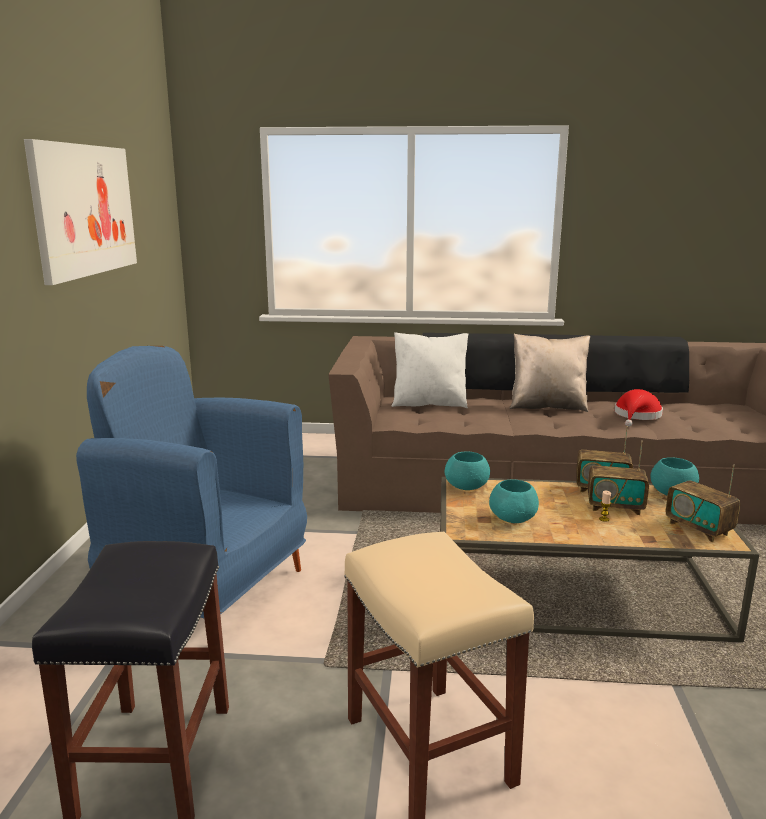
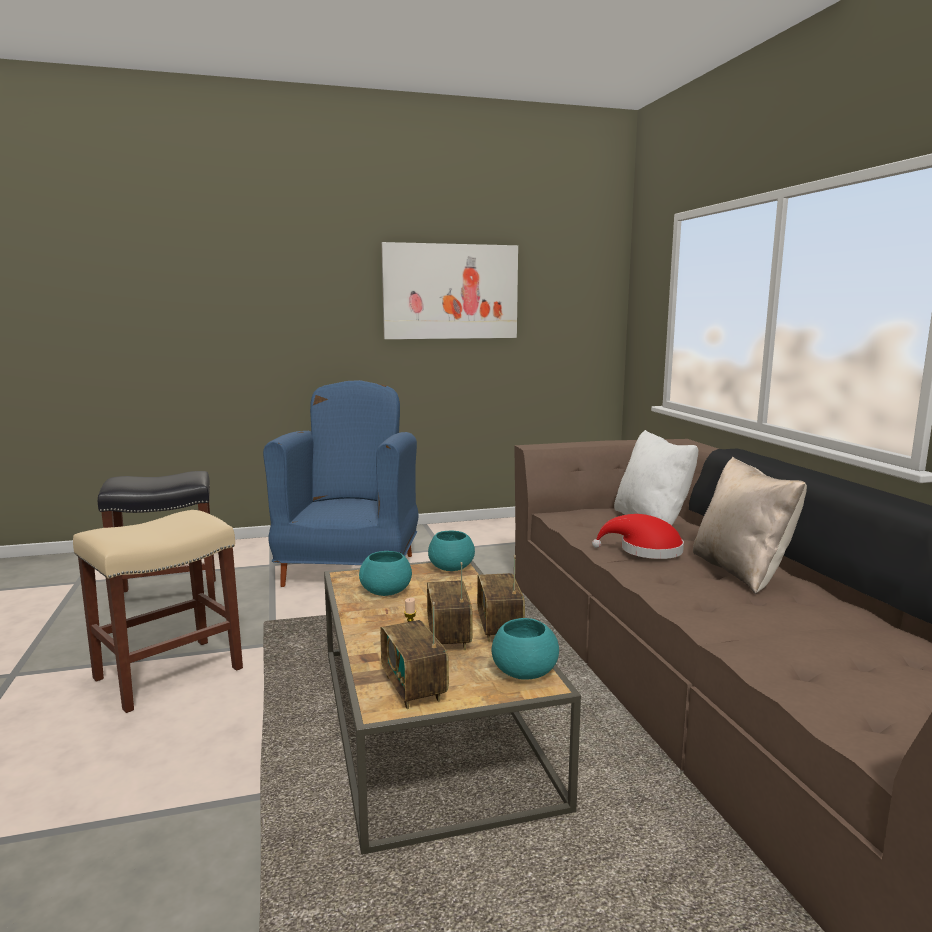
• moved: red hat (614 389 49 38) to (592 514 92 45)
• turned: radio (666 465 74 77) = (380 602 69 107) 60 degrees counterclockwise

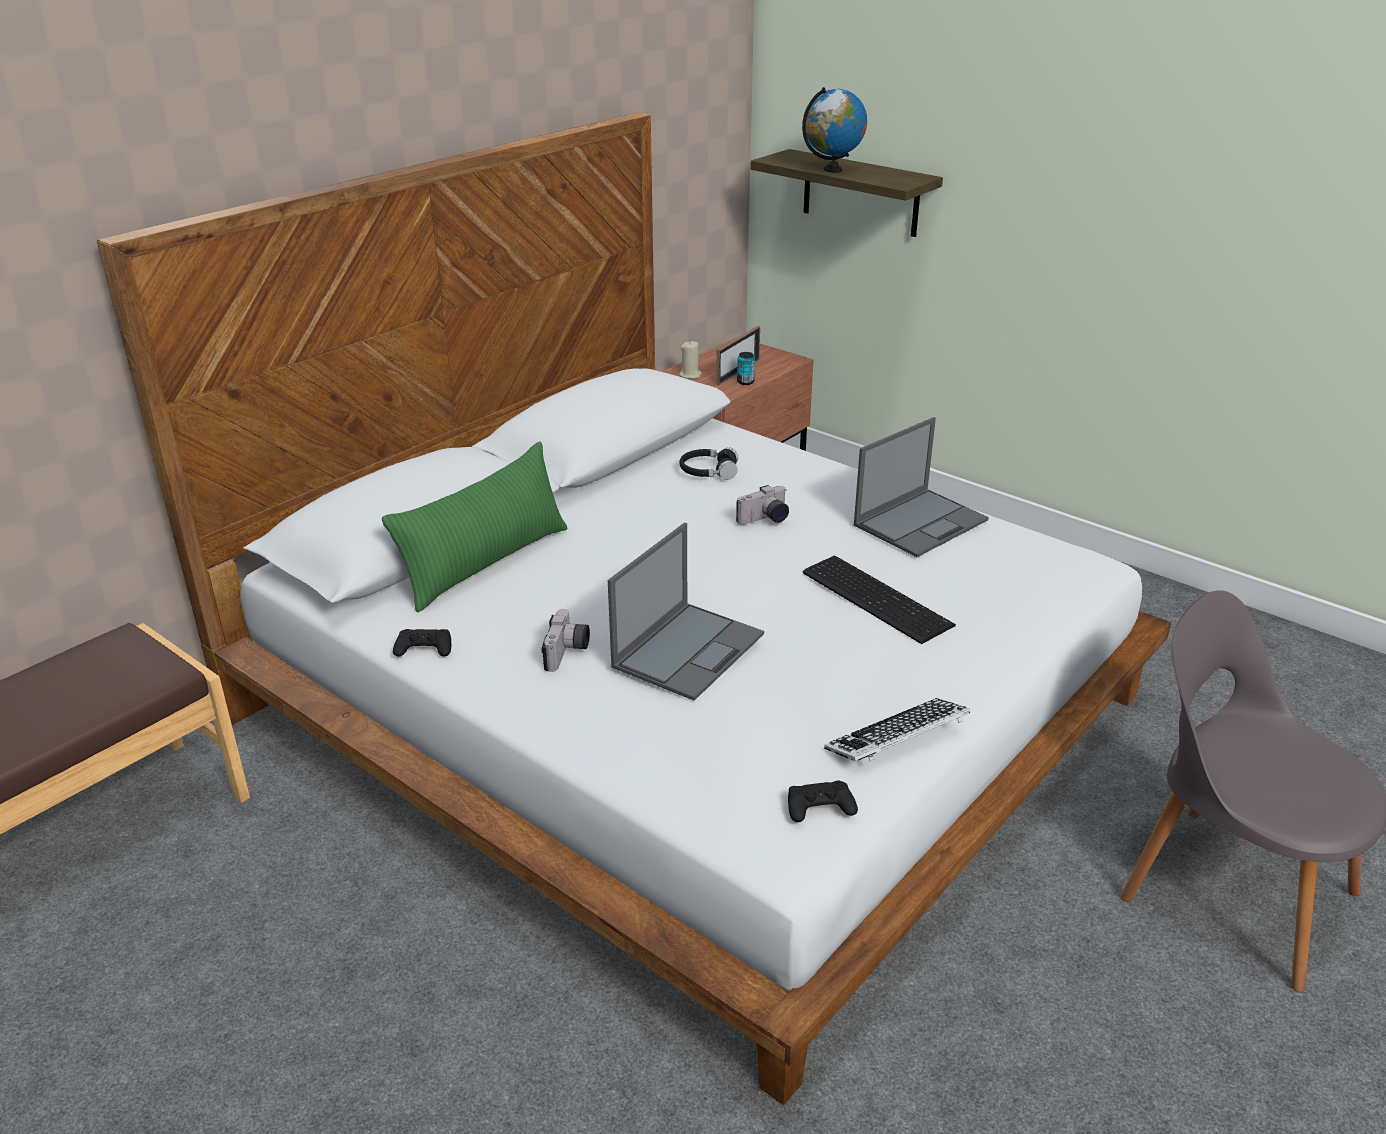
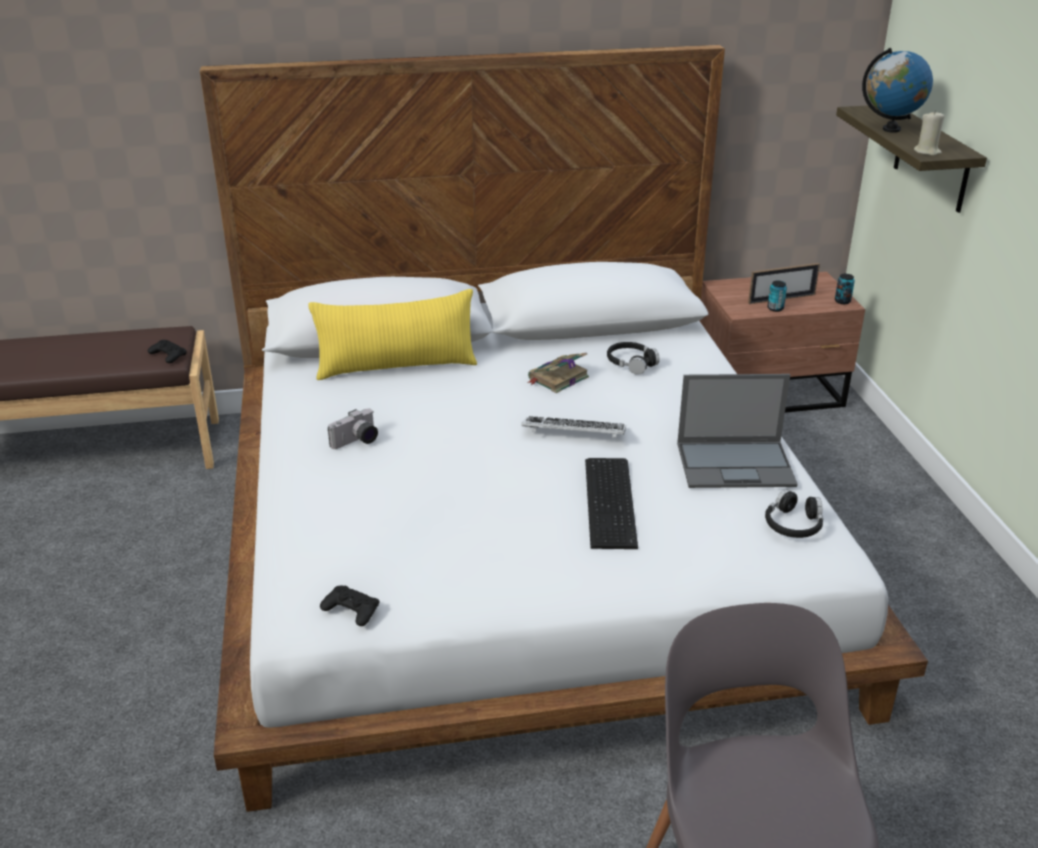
• moved: beige candle (679 341 23 38) to (914 111 30 45)
• recoloured: green pillow (382 442 185 170) to yellow pillow (308 289 169 91)
• removed: photo camera (736 485 53 40)
• removed: laptop (608 523 156 178)
• moved: black game controller (393 629 58 27) to (148 340 39 23)
• moved: keyboard (824 698 146 64) to (521 416 105 22)
• added: can (835 274 20 30)
• added: book (527 353 62 40)
• added: black headphones (765 489 58 49)

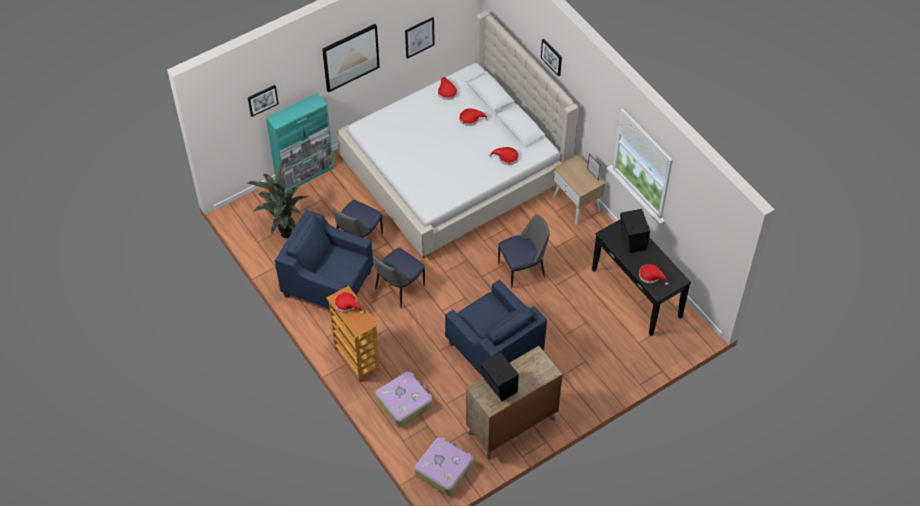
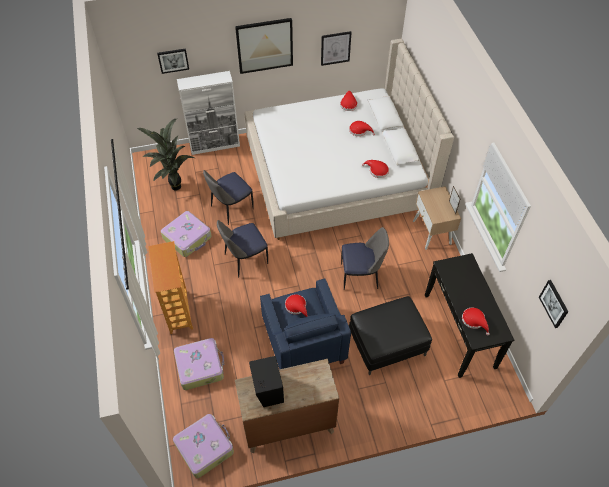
• moved: picture (541 39 21 38) to (539 280 29 48)
• recoloured: turquoise cabinet (266 93 68 99) to white cabinet (177 71 63 84)
• removed: black speaker (620 209 30 44)
• replaced: blue armchair (275 210 99 101) to suitcase (161 211 51 46)
• moved: red hat (334 292 30 22) to (285 294 23 23)
• added: black ottoman (349 296 83 79)

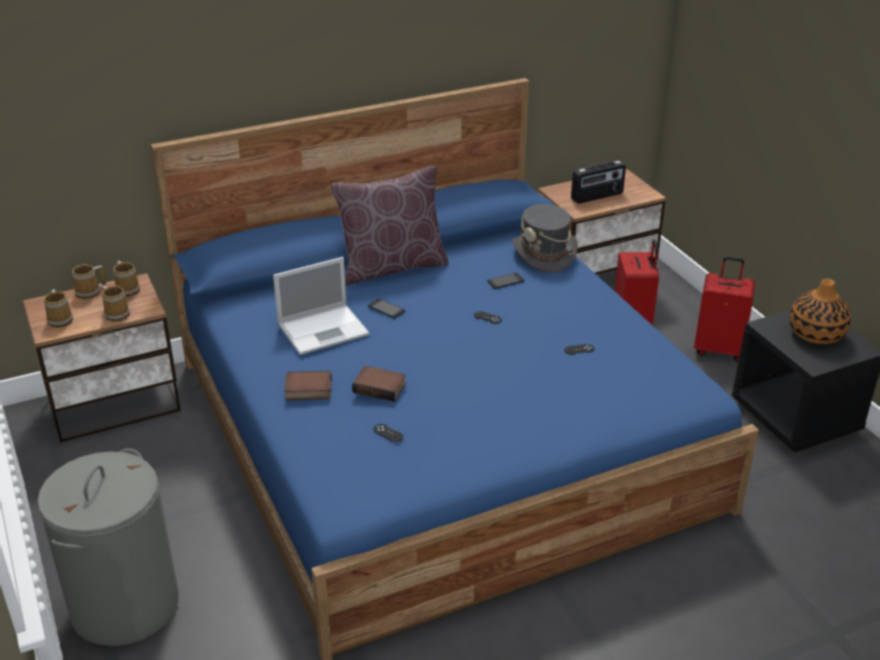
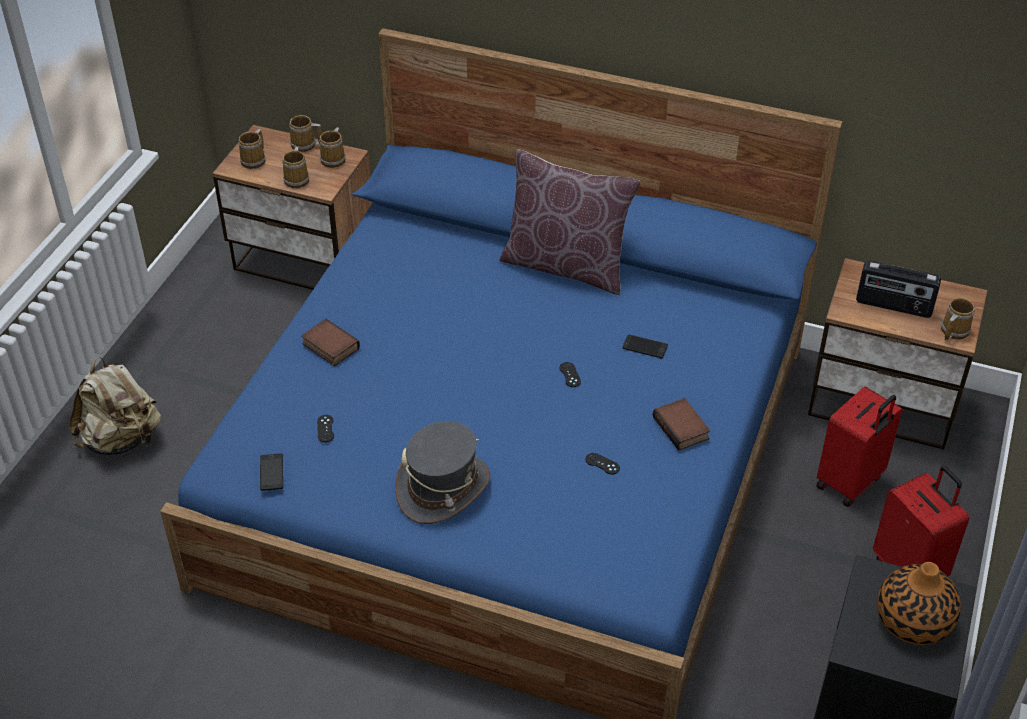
• moved: grey hat (513 204 65 69) to (395 421 95 103)
• removed: laptop (273 257 96 98)
• moved: phone (368 298 37 21) to (260 453 23 38)
• moved: book (352 366 54 36) to (653 398 57 53)
• replaced: grey laundry basket (37 449 142 197) to beige backpack (69 357 92 98)
• added: mug (941 298 34 42)

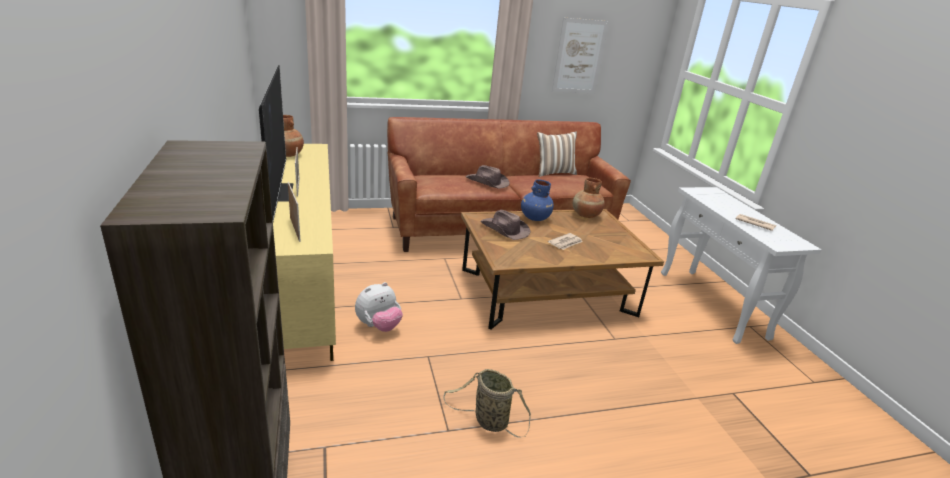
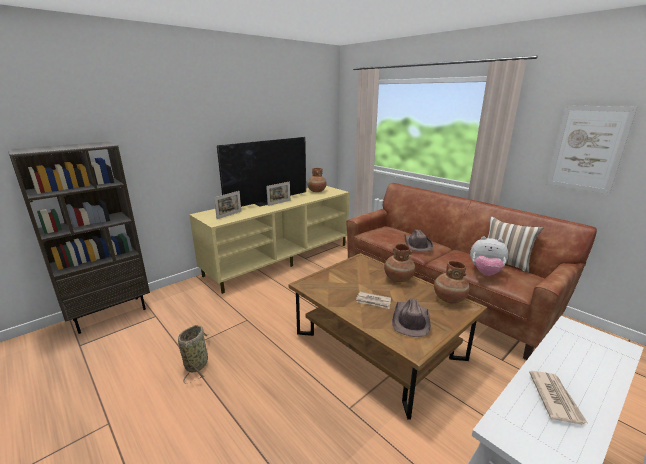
• recoloured: blue vase (521 179 33 42) to brown vase (384 244 31 38)
• moved: brown hat (480 210 50 30) to (392 298 39 39)
• moved: plush toy (355 282 48 50) to (470 237 38 39)

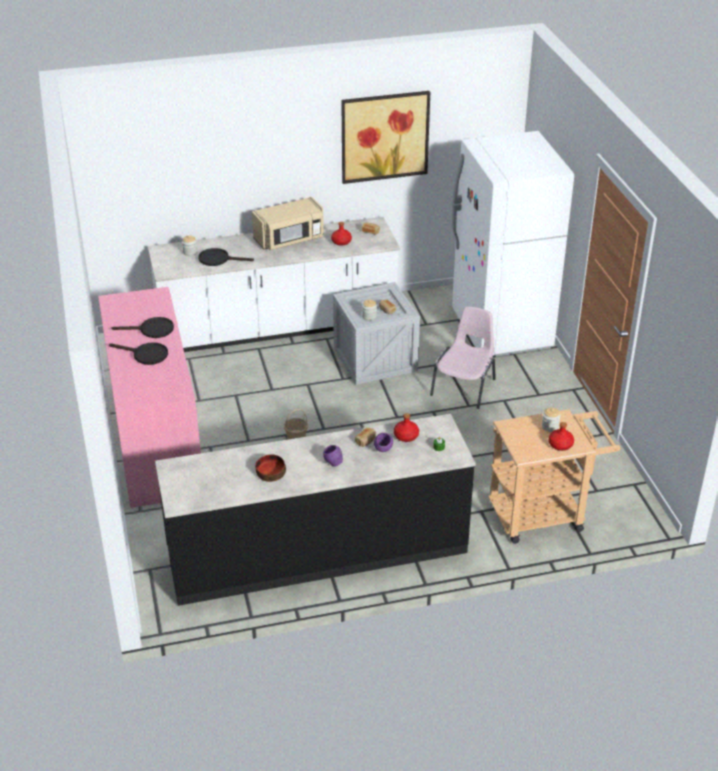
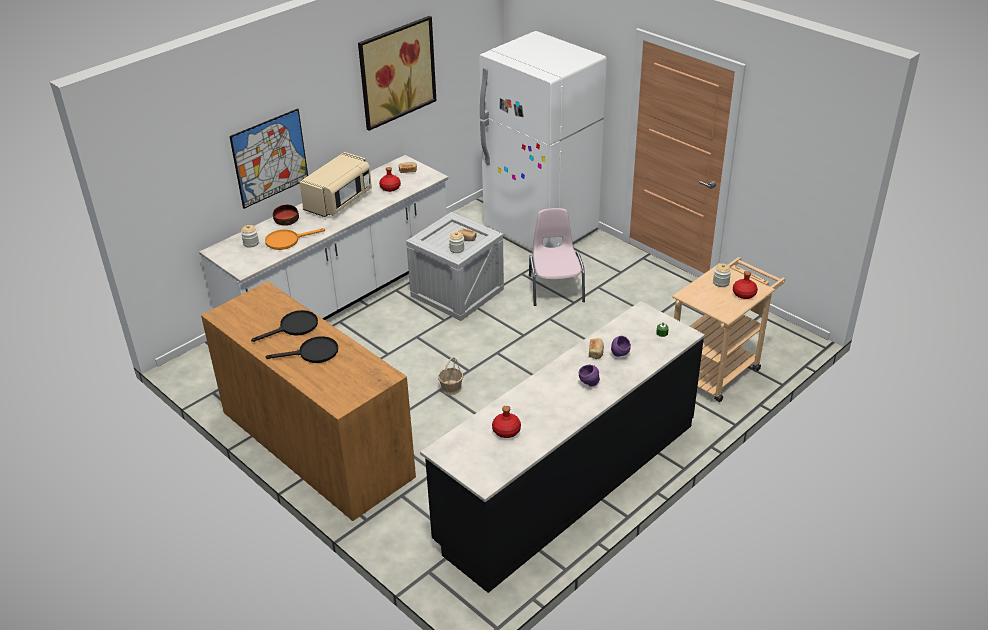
• recoloured: black frying pan (198 248 56 18) to orange frying pan (265 228 60 22)
• recoloured: pink dresser (98 287 103 221) to brown dresser (201 281 215 240)
• moved: red bottle (394 413 25 29) to (492 406 29 32)
• moved: bowl (255 454 31 28) to (273 205 26 21)
• added: picture (229 108 79 101)

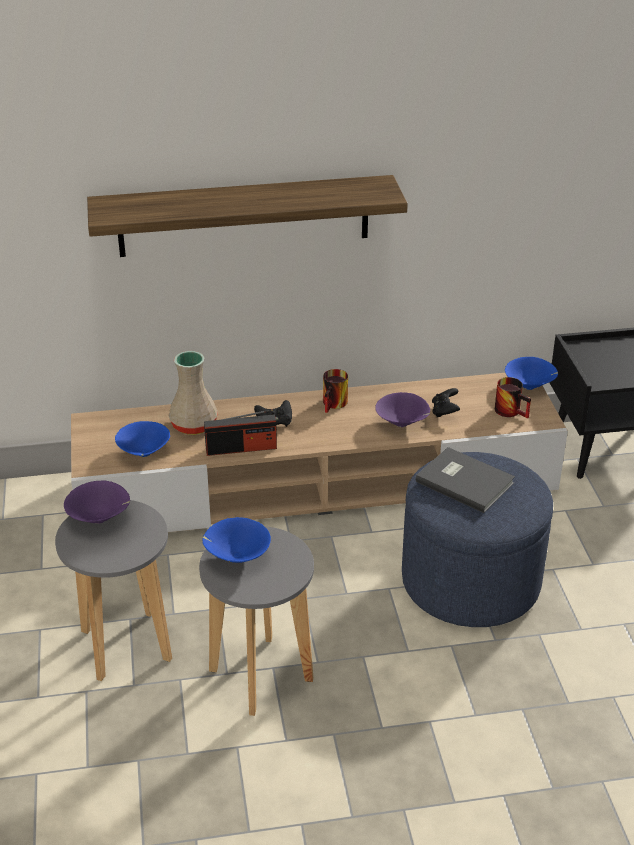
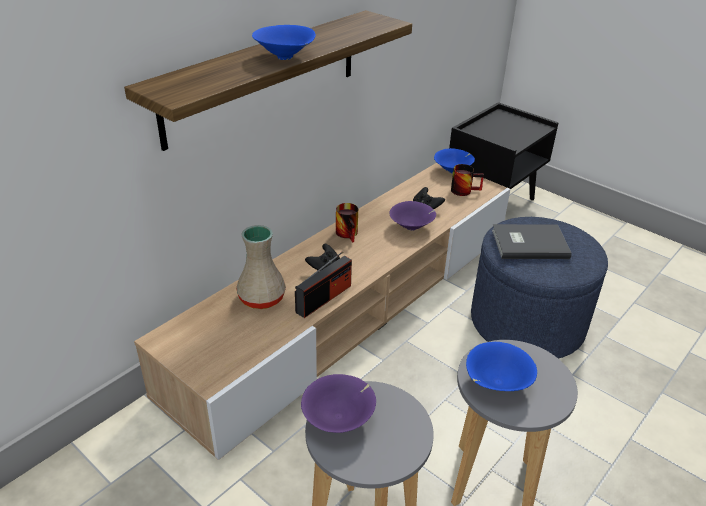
• moved: blue bowl (115 421 55 36) to (252 25 64 35)

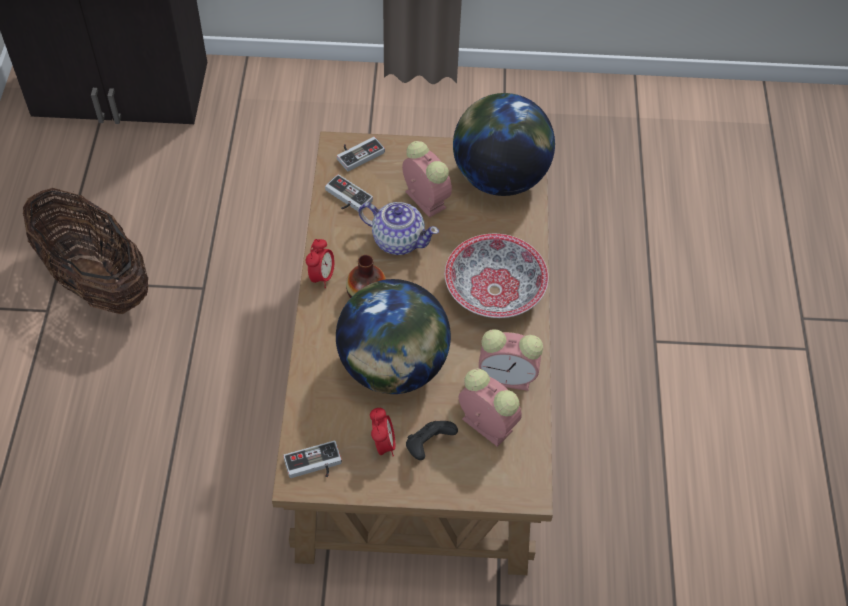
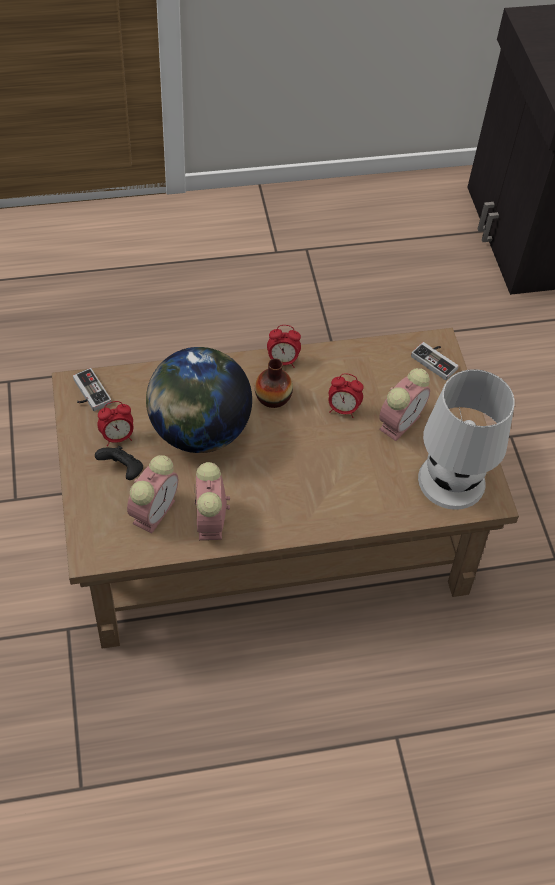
• replaced: globe (453 93 102 103) to white table lamp (418 369 97 141)
• removed: game controller (325 174 48 37)
• removed: basket (23 188 126 126)
• replaced: teapot (358 202 81 53) to alarm clock (328 373 36 45)
• removed: bowl (445 234 104 84)

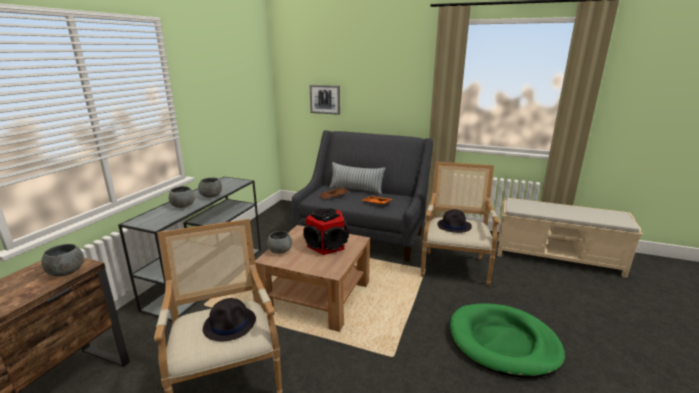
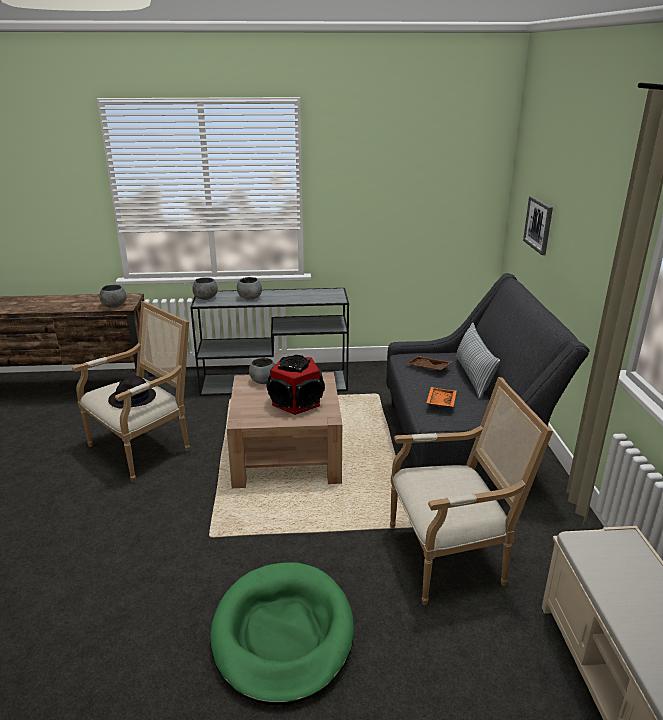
• moved: grey bowl (198 177 24 21) to (192 277 26 23)
• removed: black hat (437 209 35 24)

